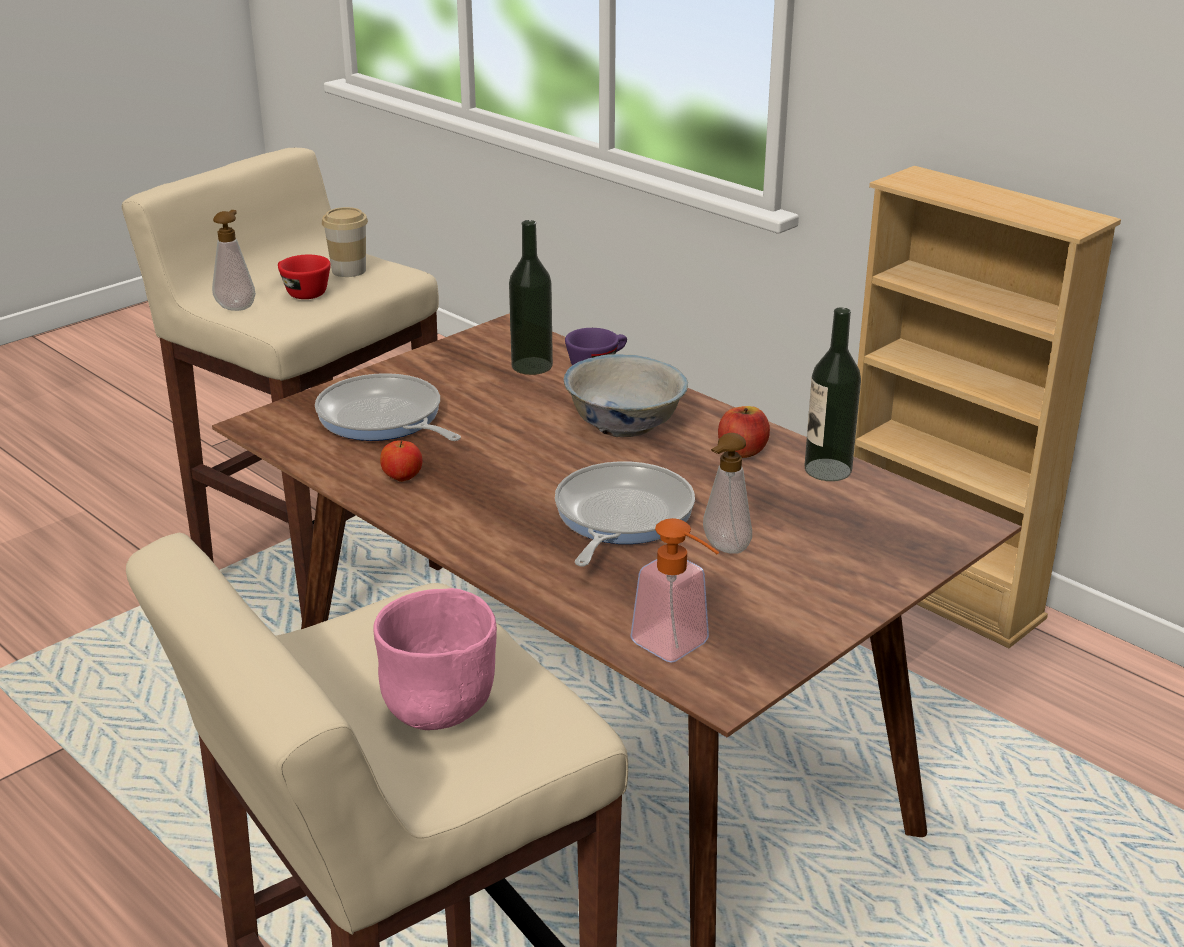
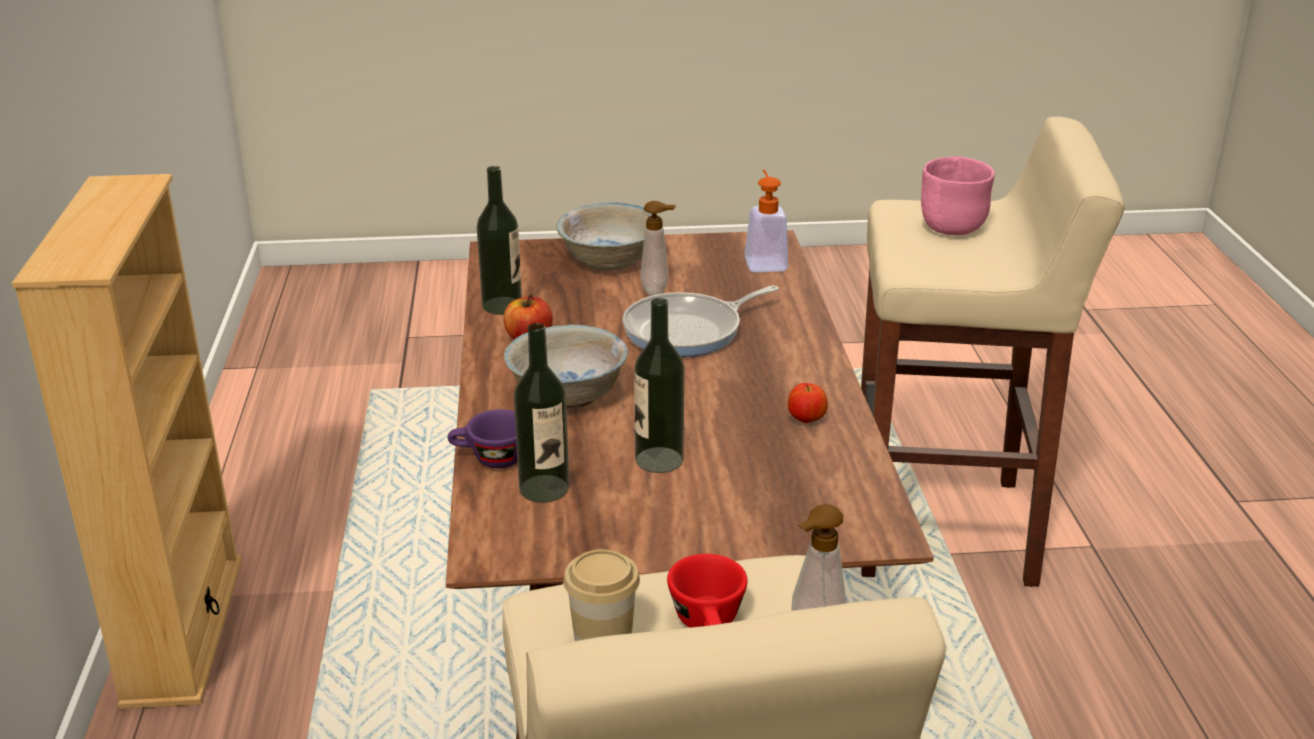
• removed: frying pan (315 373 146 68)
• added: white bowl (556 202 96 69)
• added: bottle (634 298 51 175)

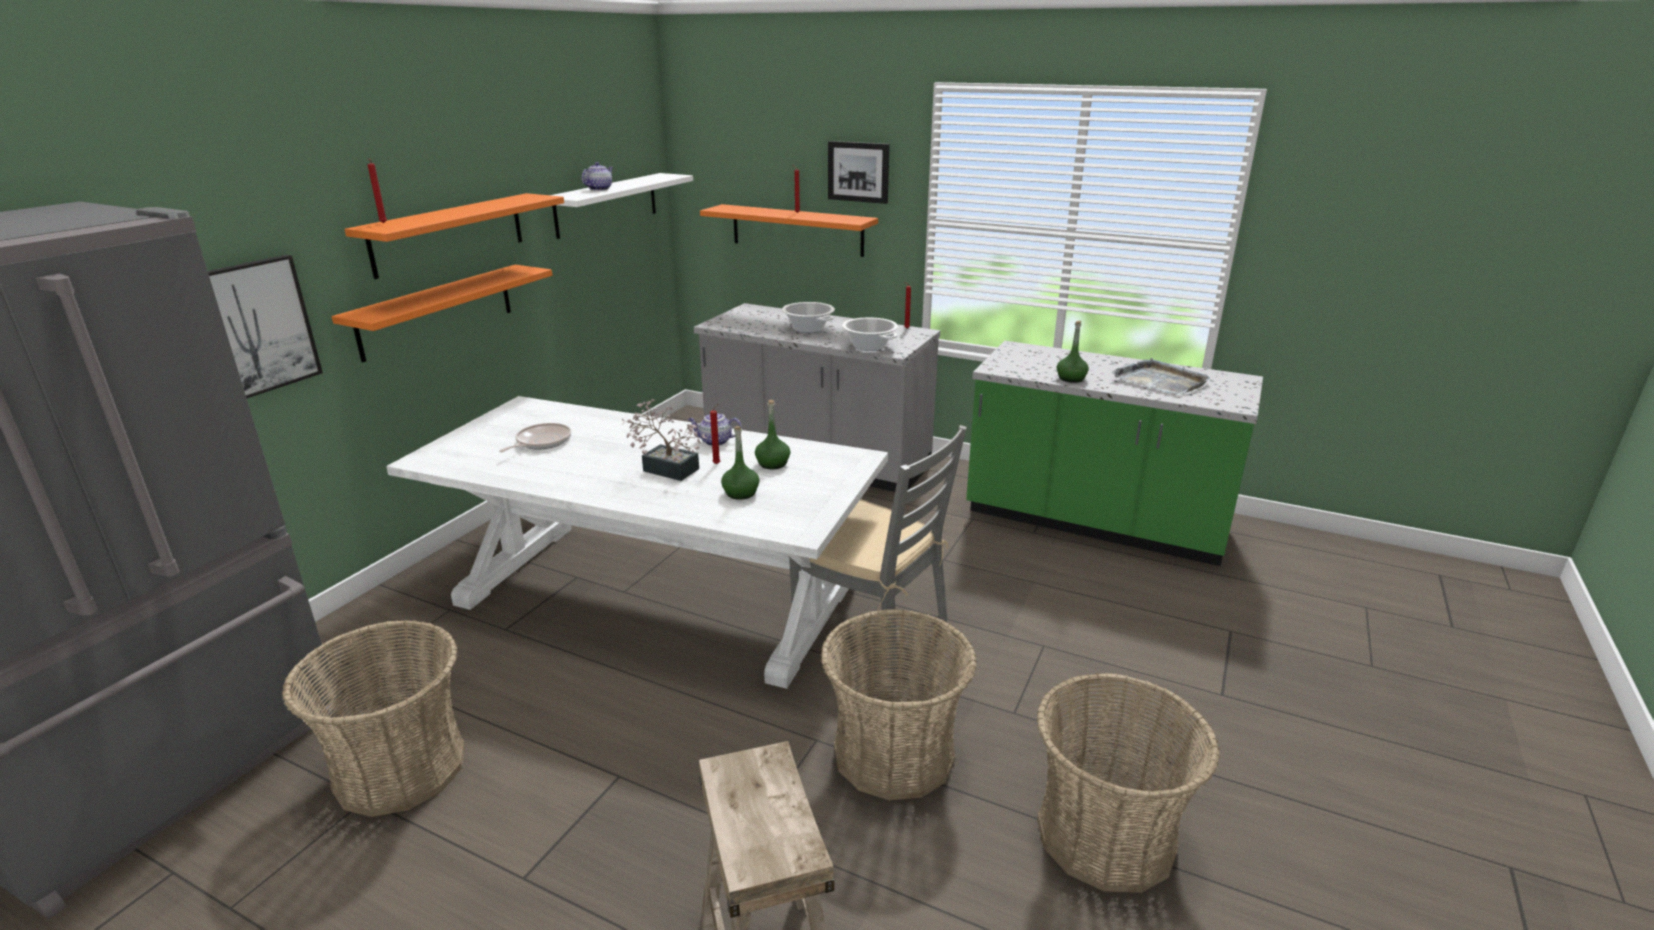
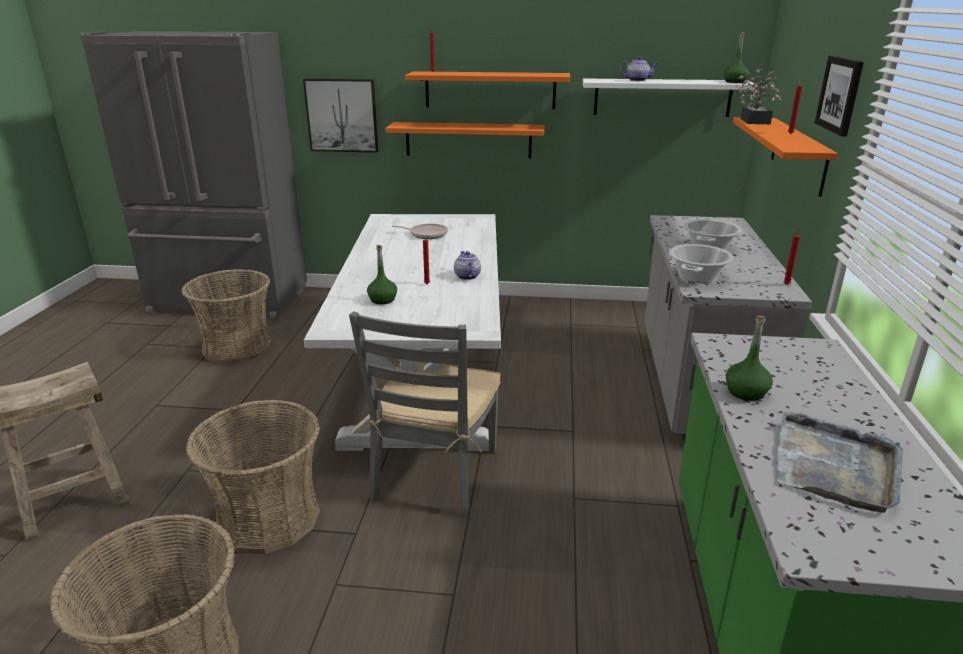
• moved: potted plant (622 399 85 82) to (735 69 46 55)
• moved: green bottle (755 400 35 69) to (724 32 25 51)

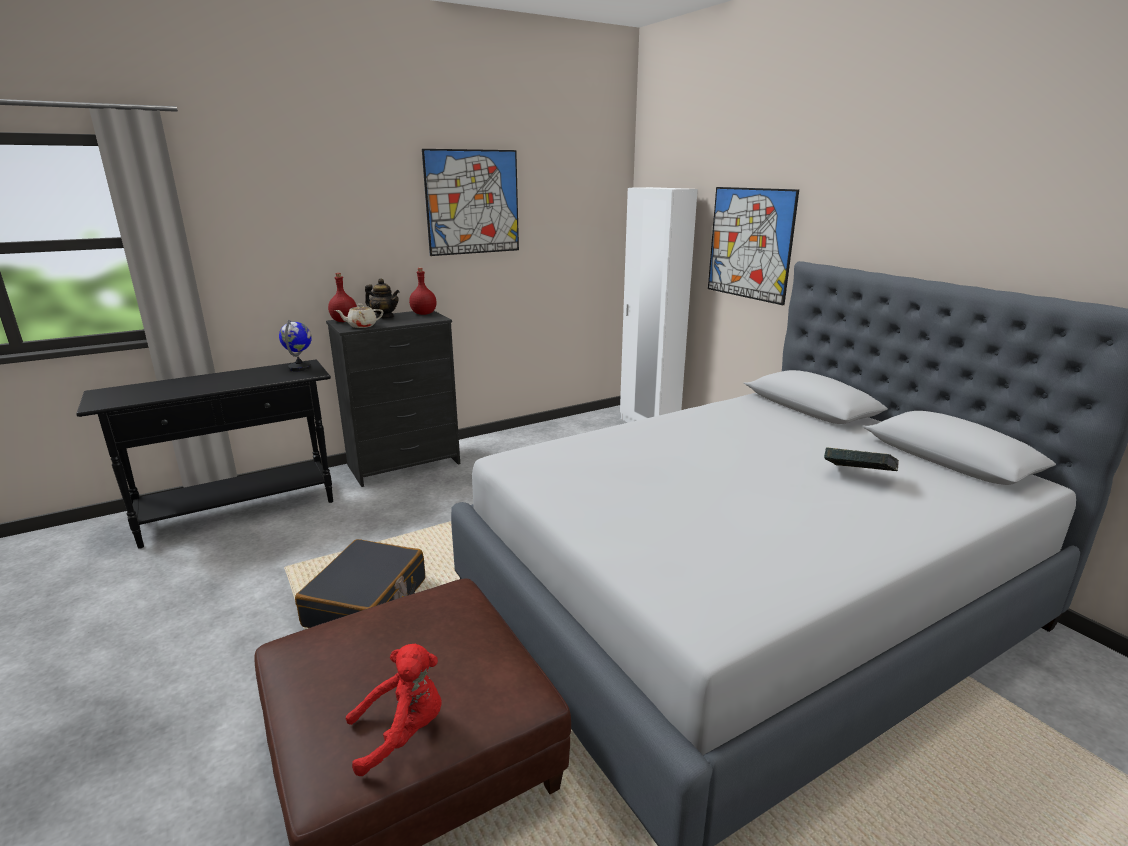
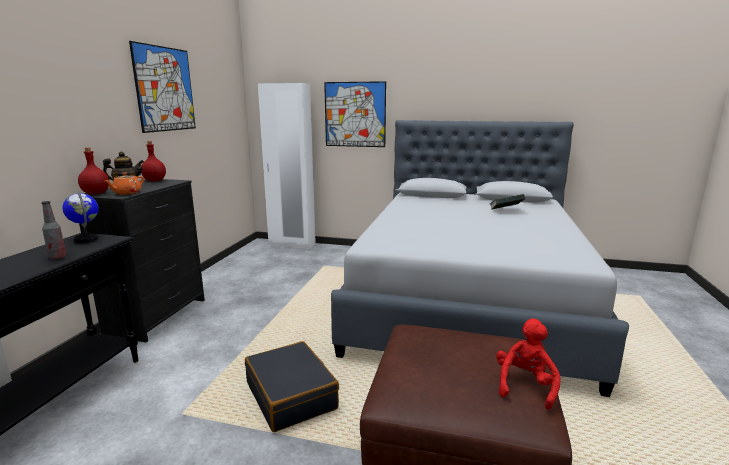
• recoloured: beige teapot (335 304 48 24) to orange teapot (104 173 40 22)
• added: bottle (41 201 25 59)

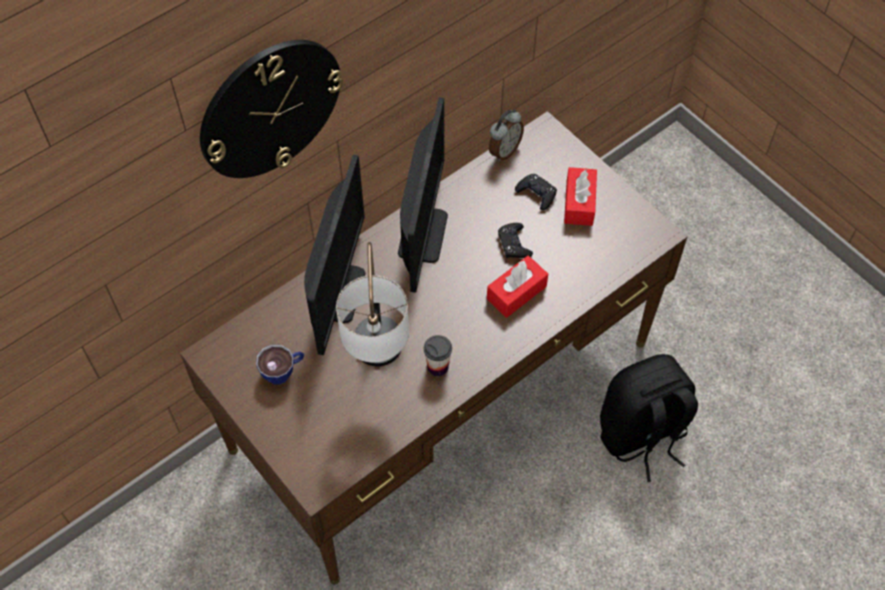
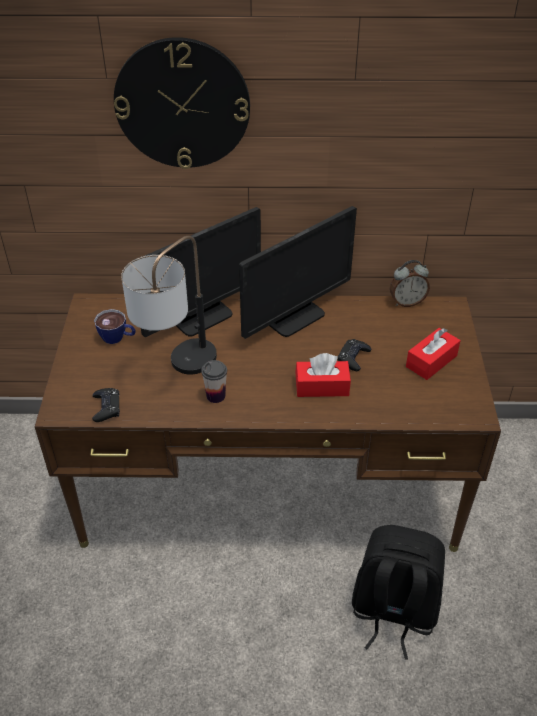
• moved: black game controller (515 174 42 36) to (92 388 28 34)

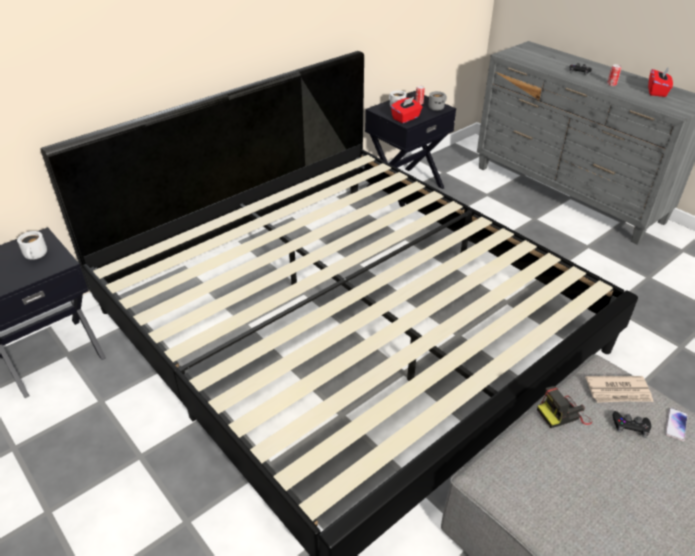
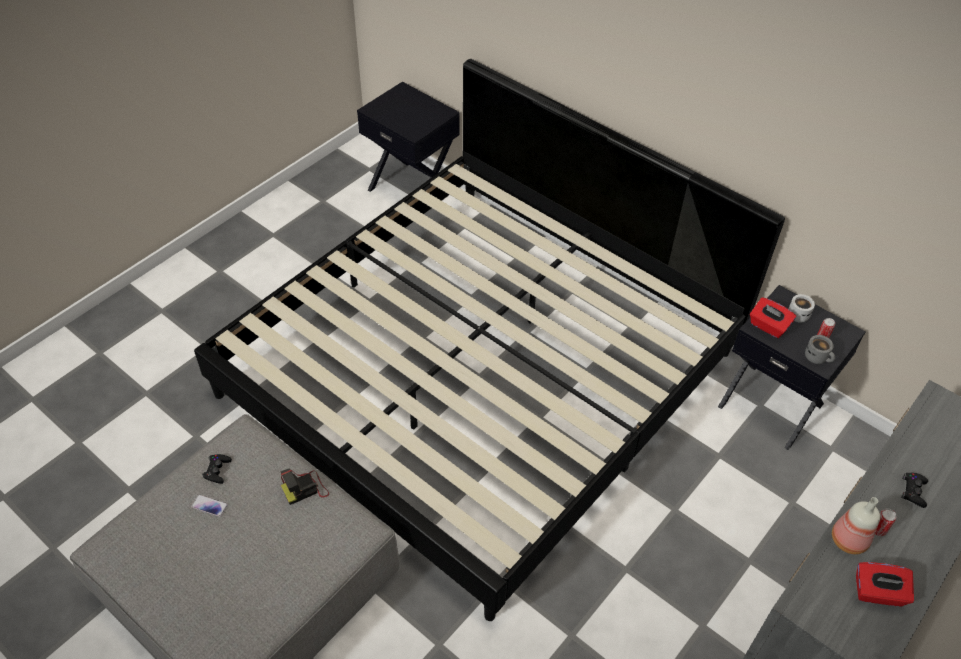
• removed: white mug (17 231 30 29)
• removed: newspaper (585 376 69 27)
• turned: photo camera (537 386 55 42) = (281 469 48 36) 90 degrees counterclockwise
• moved: phone (665 408 23 33) to (191 494 37 23)
• moved: black game controller (612 411 39 27) to (202 454 30 30)
• added: bottle (832 497 48 57)

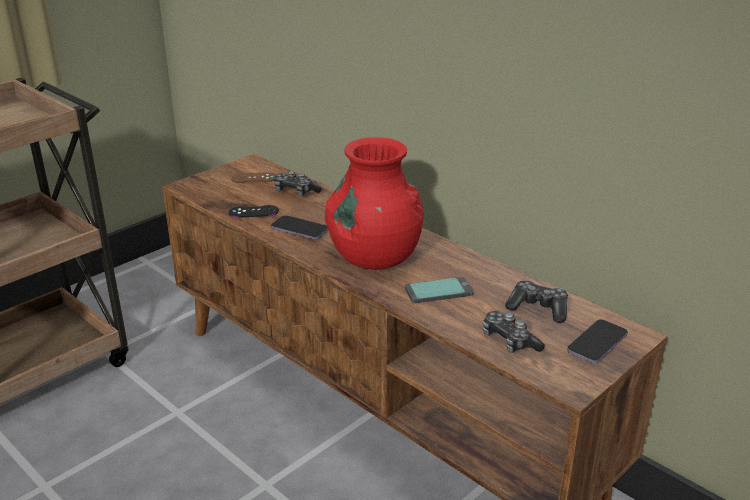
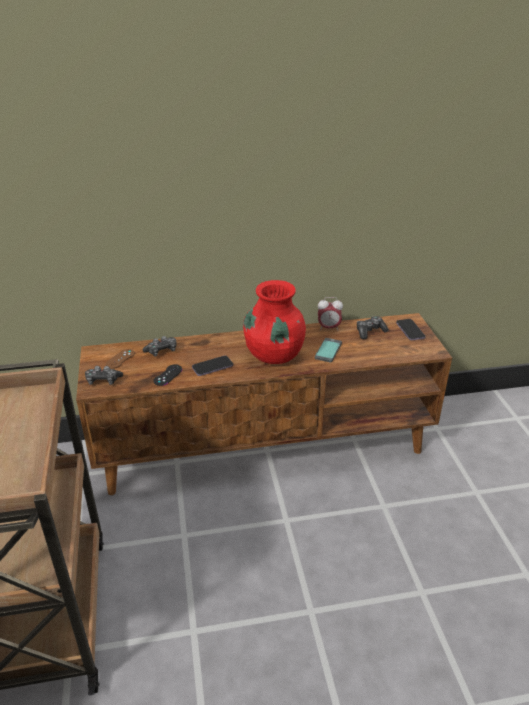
• moved: game controller (482 311 63 42) to (85 366 38 19)
• added: alarm clock (318 297 25 33)

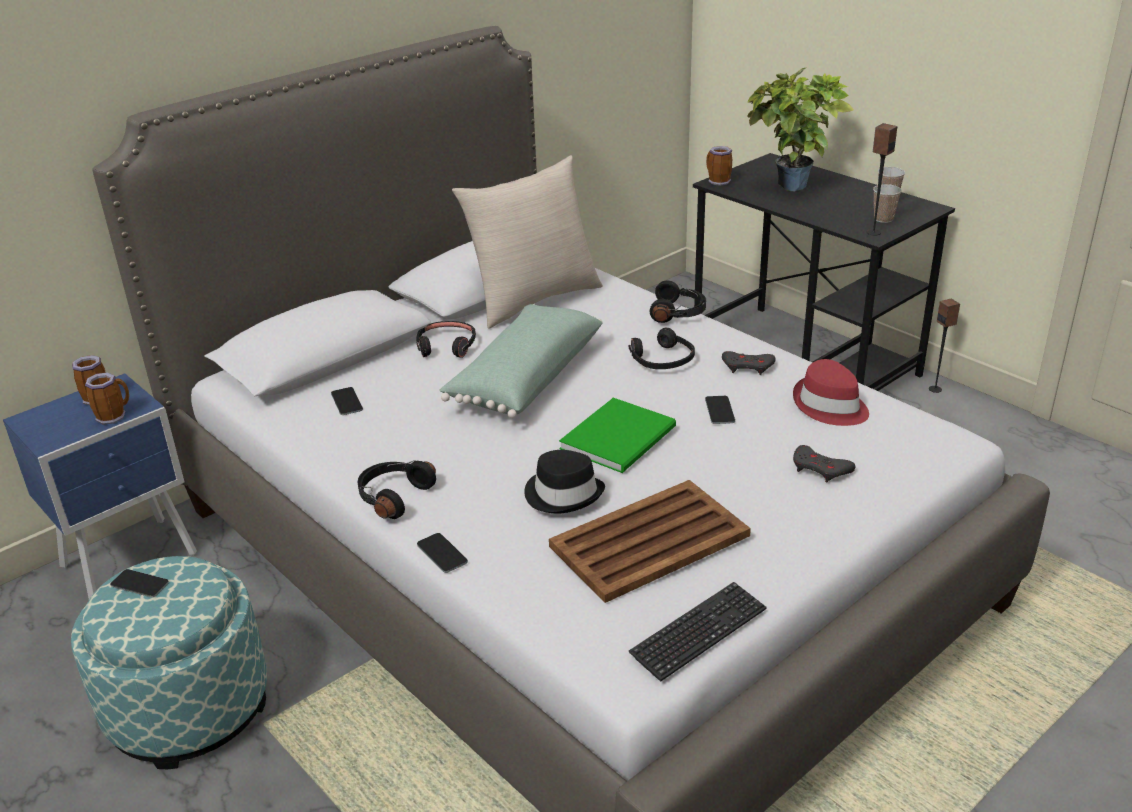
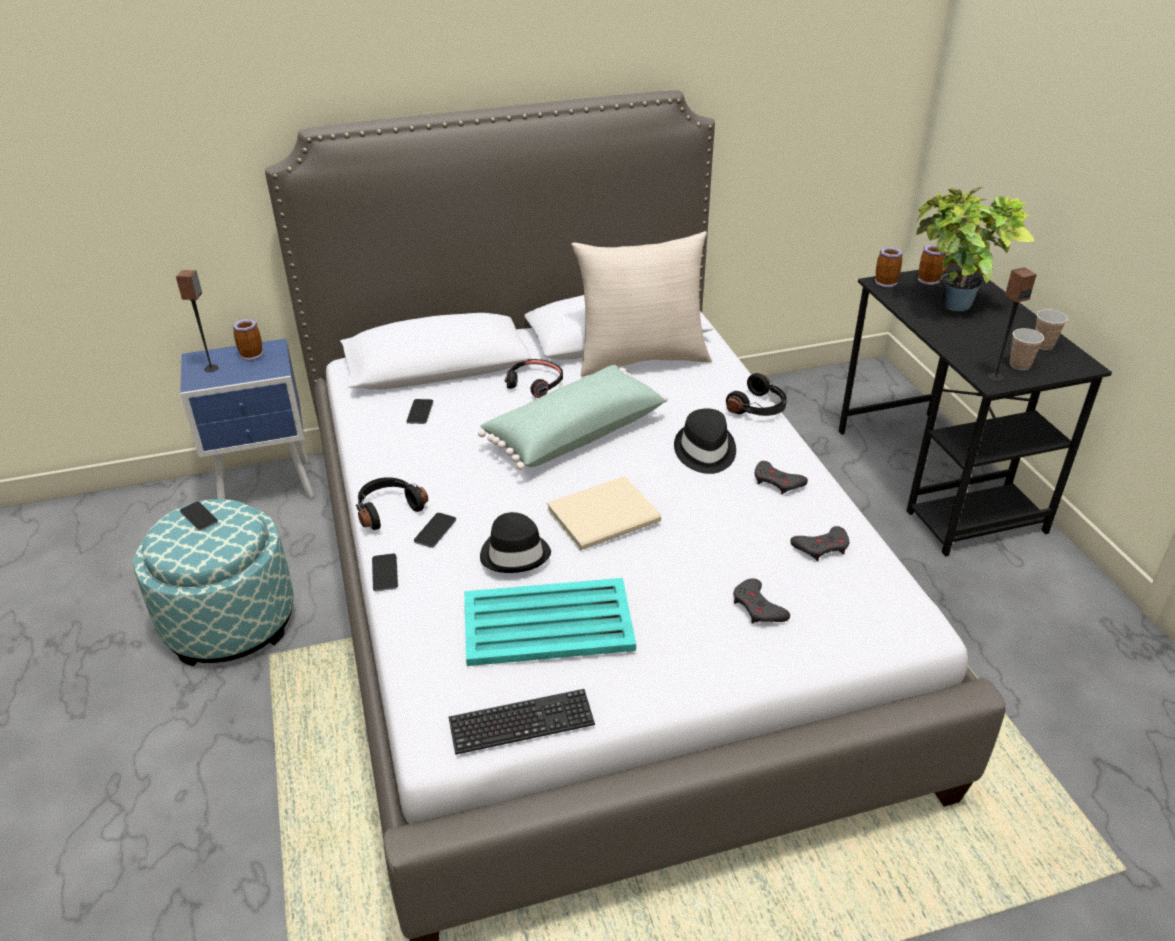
• moved: speaker (929 299 31 94) to (176 270 42 102)
• replaced: black headphones (629 327 66 42) to black hat (674 408 62 66)
• replaced: red hat (793 359 76 67) to grey game controller (790 526 59 35)
• moved: mug (85 373 44 52) to (918 244 31 41)
• moved: phone (705 396 30 28) to (414 513 42 35)
• recoloured: green book (559 398 117 75) to beige book (547 476 114 75)
• recoloured: brown tray (549 480 202 123) to turquoise tray (464 578 172 88)

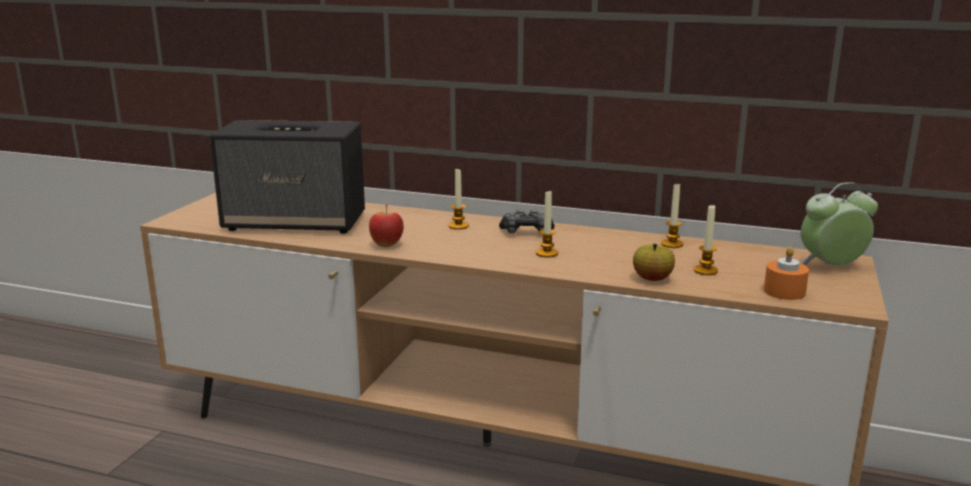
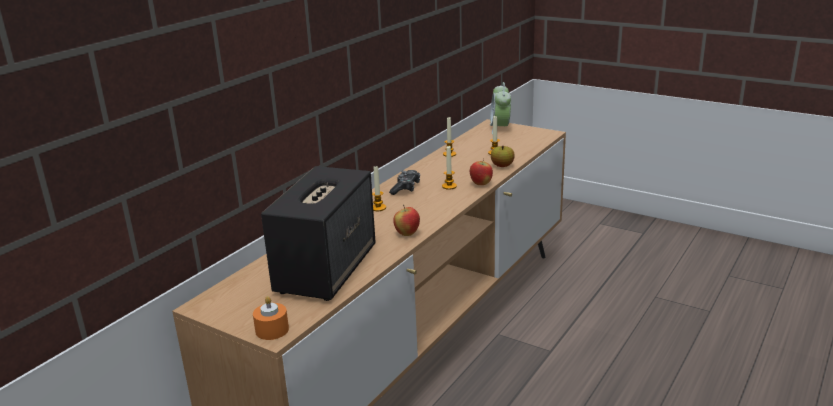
• moved: orange candle (764 247 45 53) to (253 296 36 44)
• added: apple (470 158 23 27)

